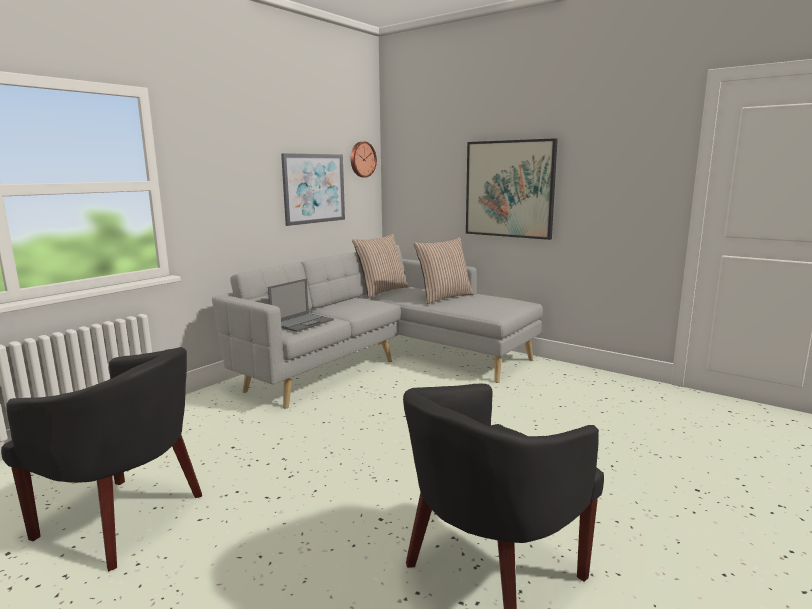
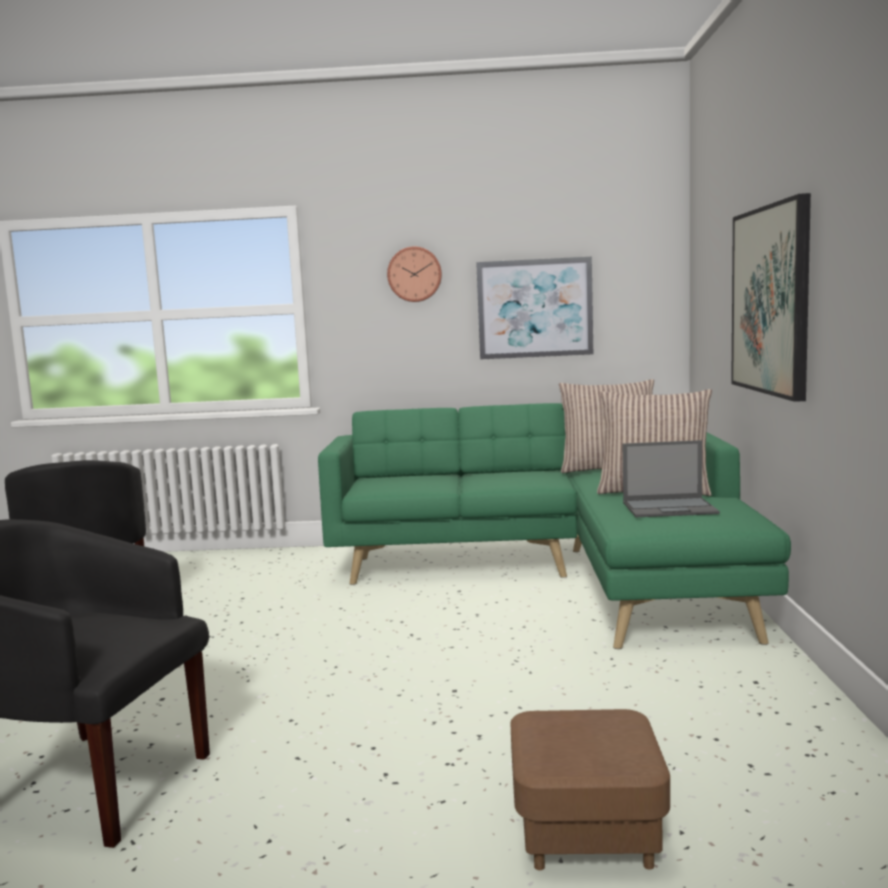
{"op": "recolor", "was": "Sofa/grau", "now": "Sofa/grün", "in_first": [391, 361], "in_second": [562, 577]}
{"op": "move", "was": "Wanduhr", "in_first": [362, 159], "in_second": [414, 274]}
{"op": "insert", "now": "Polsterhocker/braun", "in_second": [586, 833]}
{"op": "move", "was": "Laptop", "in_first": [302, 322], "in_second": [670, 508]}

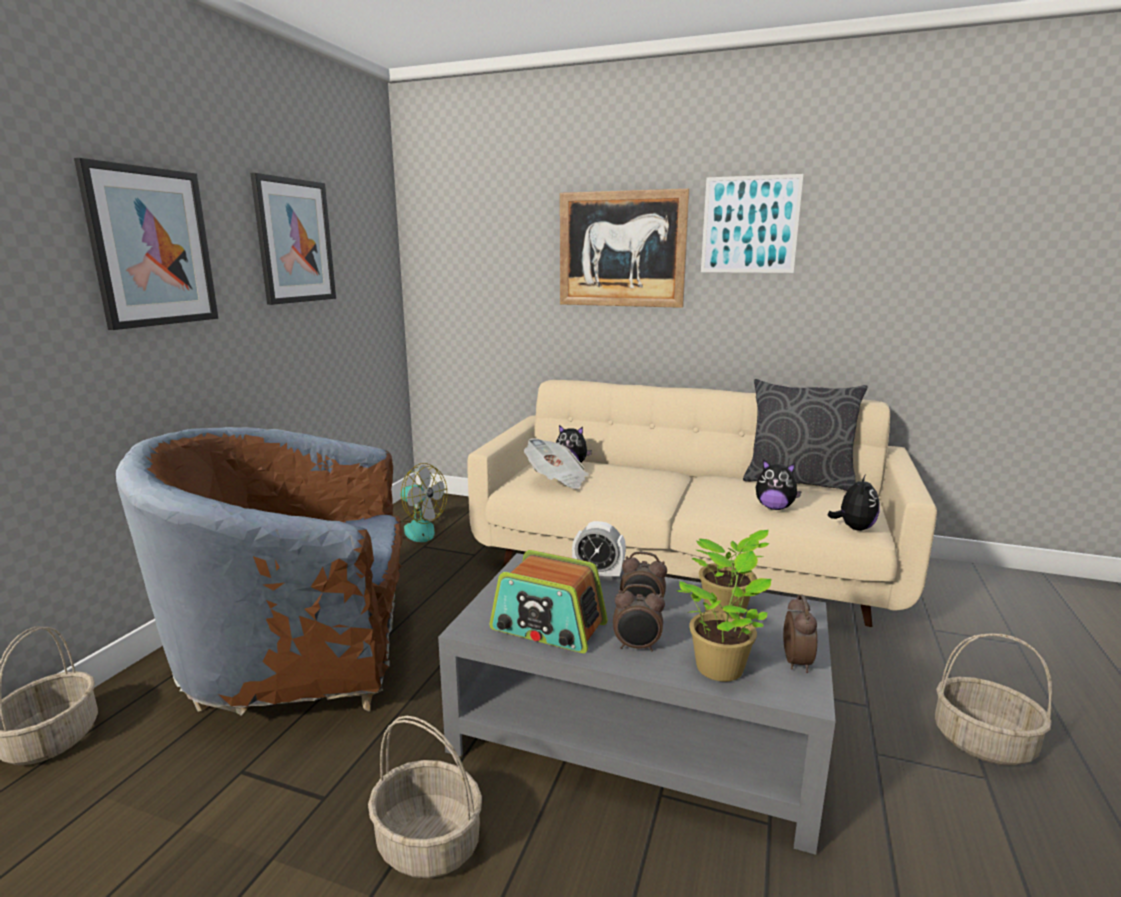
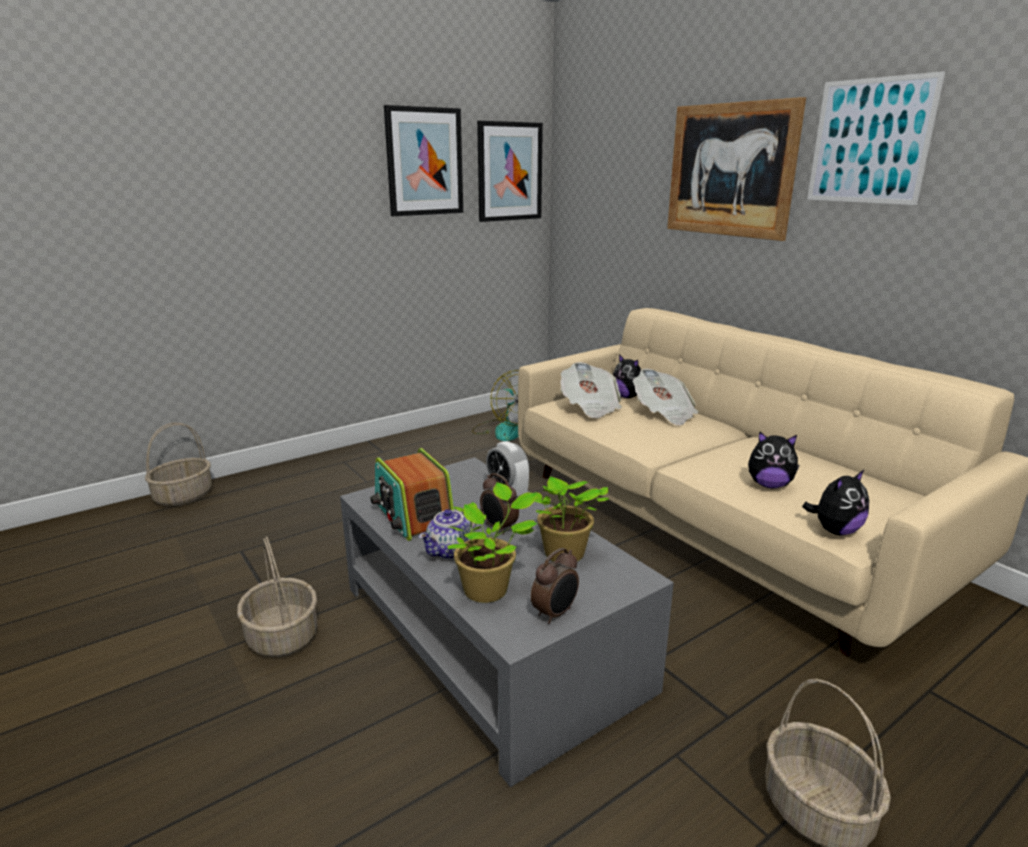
{"op": "replace", "was": "Wecker", "now": "Teekanne", "in_first": [637, 647], "in_second": [450, 551]}
{"op": "move", "was": "Bild", "in_first": [151, 247], "in_second": [509, 172]}
{"op": "insert", "now": "Zeitung", "in_second": [664, 413]}
{"op": "rotate", "was": "Plüschtier", "in_first": [774, 508], "in_second": [769, 485], "clockwise": -45}
{"op": "delete", "was": "Sessel/braun", "in_first": [302, 656]}
{"op": "delete", "was": "Kissen/grau", "in_first": [798, 481]}

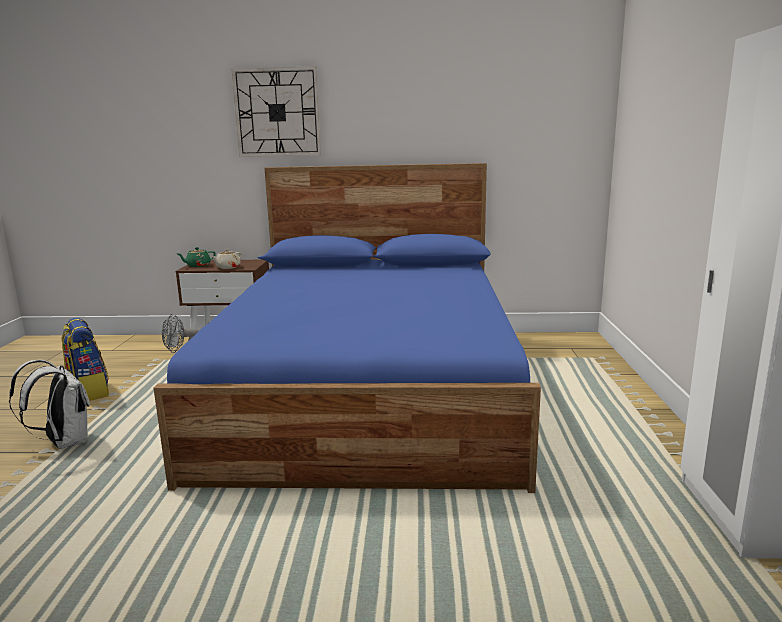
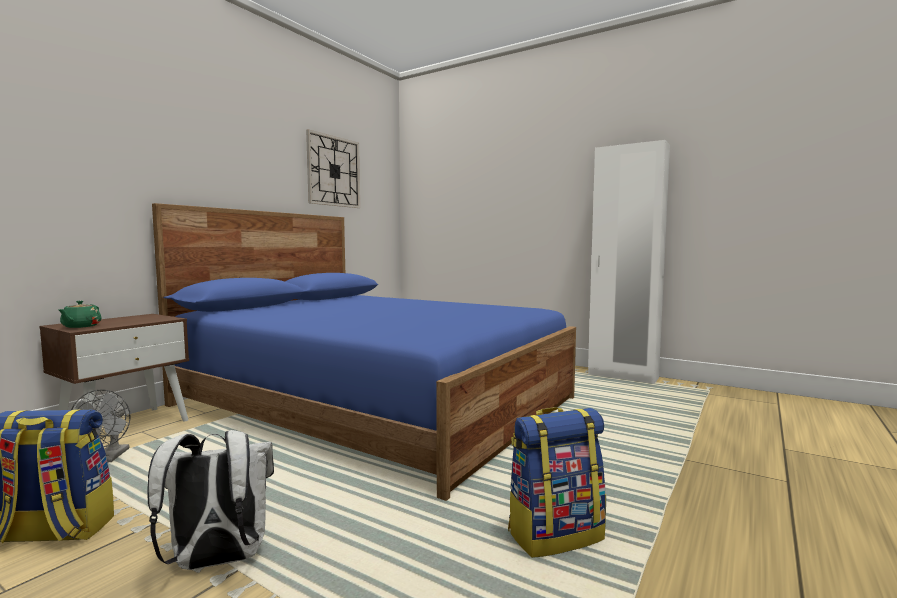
{"op": "move", "was": "Wanduhr", "in_first": [277, 112], "in_second": [333, 171]}
{"op": "insert", "now": "Rucksack", "in_second": [555, 534]}
{"op": "delete", "was": "Teekanne/beige", "in_first": [228, 267]}

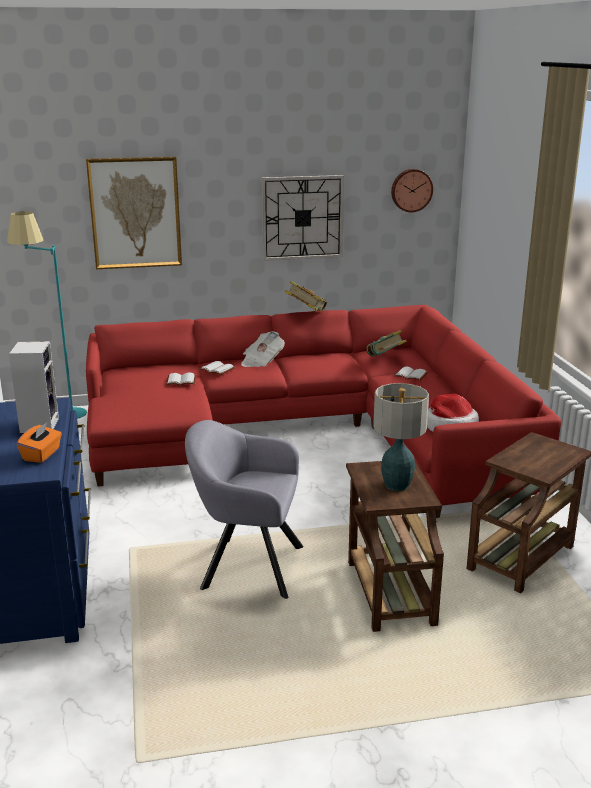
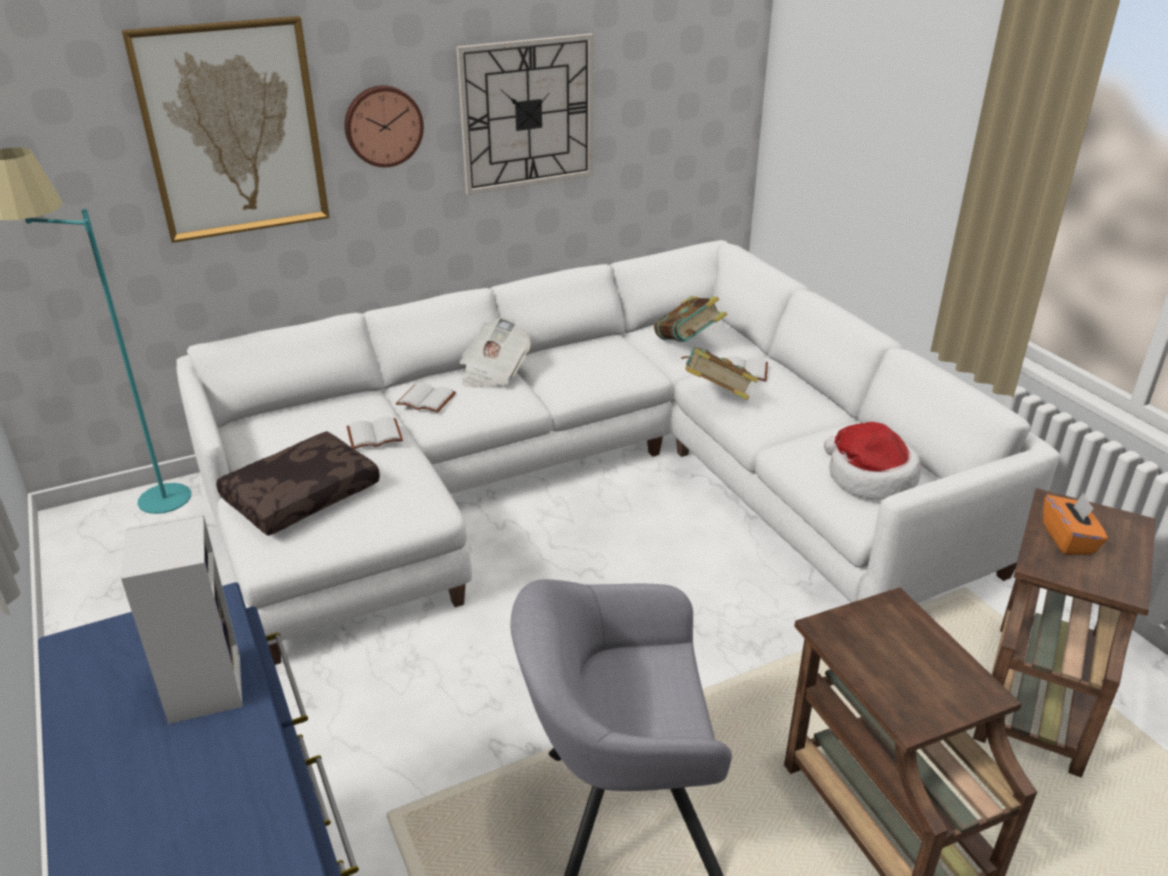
{"op": "recolor", "was": "Sofa/rot", "now": "Sofa/weiß", "in_first": [311, 433], "in_second": [590, 480]}
{"op": "insert", "now": "Kissen/braun", "in_second": [301, 494]}
{"op": "move", "was": "Wanduhr", "in_first": [411, 190], "in_second": [383, 125]}
{"op": "move", "was": "Buch", "in_first": [306, 312], "in_second": [716, 397]}
{"op": "move", "was": "Taschentuchbox/orange", "in_first": [42, 455], "in_second": [1068, 539]}
{"op": "delete", "was": "Tischlampe", "in_first": [396, 485]}

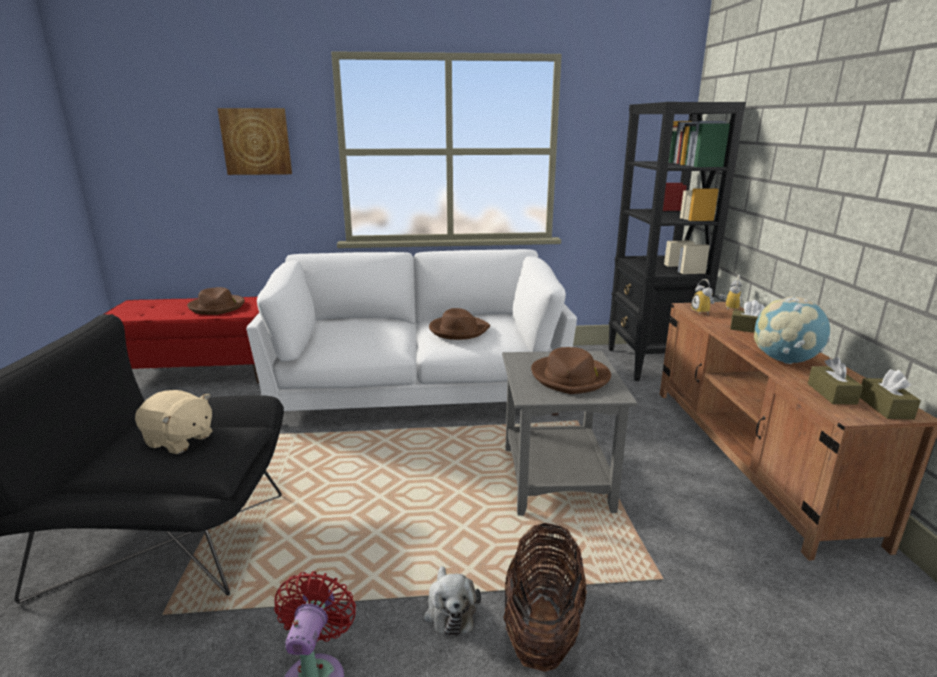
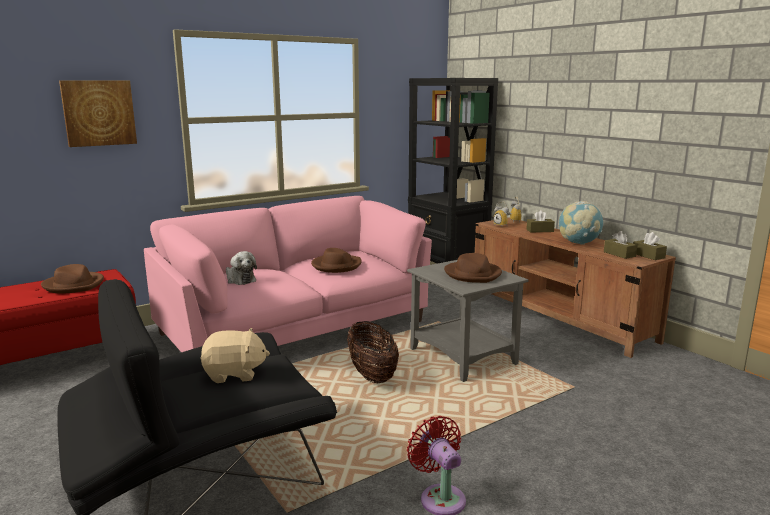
{"op": "recolor", "was": "Sofa/weiß", "now": "Sofa/rosa", "in_first": [418, 389], "in_second": [294, 327]}
{"op": "move", "was": "Plüschtier", "in_first": [449, 610], "in_second": [240, 279]}
{"op": "move", "was": "Korb", "in_first": [542, 627], "in_second": [372, 375]}

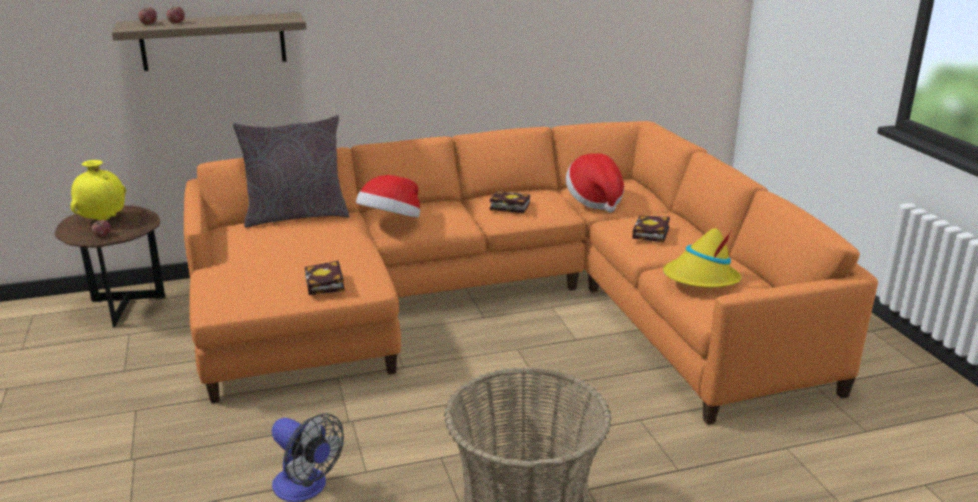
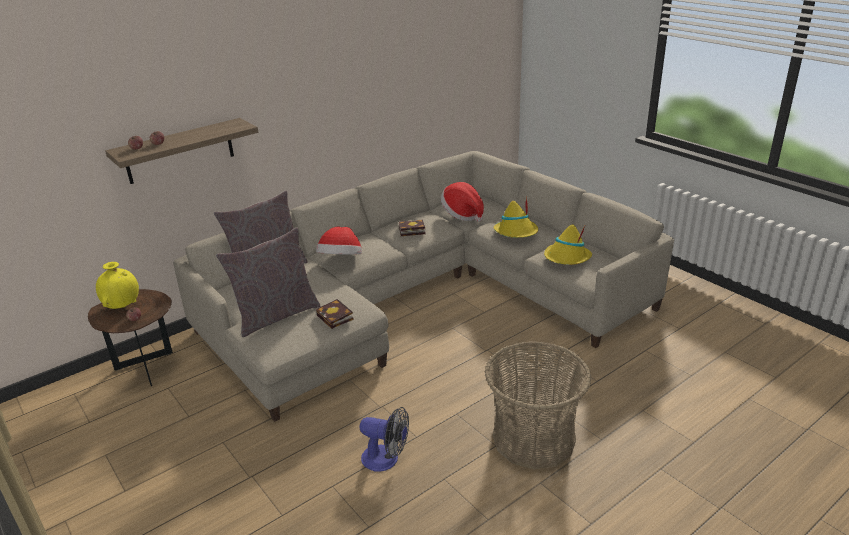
{"op": "recolor", "was": "Sofa/orange", "now": "Sofa/beige", "in_first": [501, 304], "in_second": [420, 298]}
{"op": "insert", "now": "Kissen/grau", "in_second": [276, 315]}
{"op": "replace", "was": "Buch", "now": "Hut/gelb", "in_first": [651, 234], "in_second": [516, 232]}

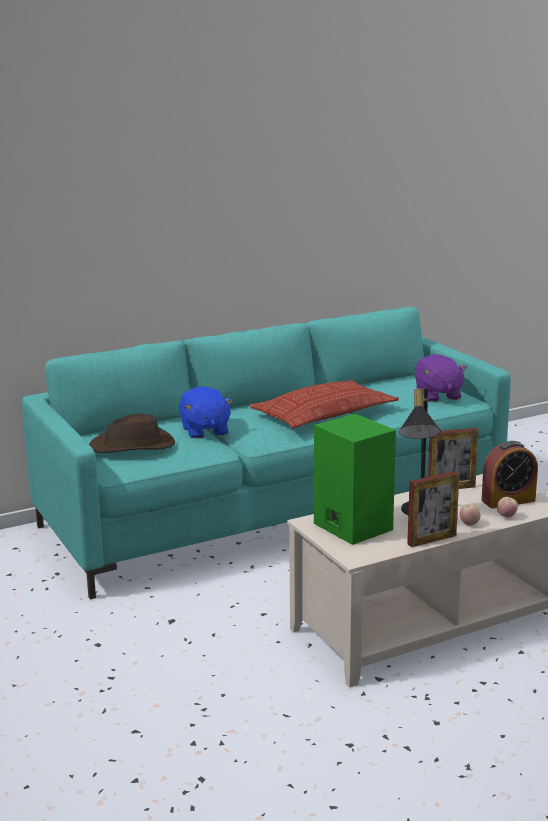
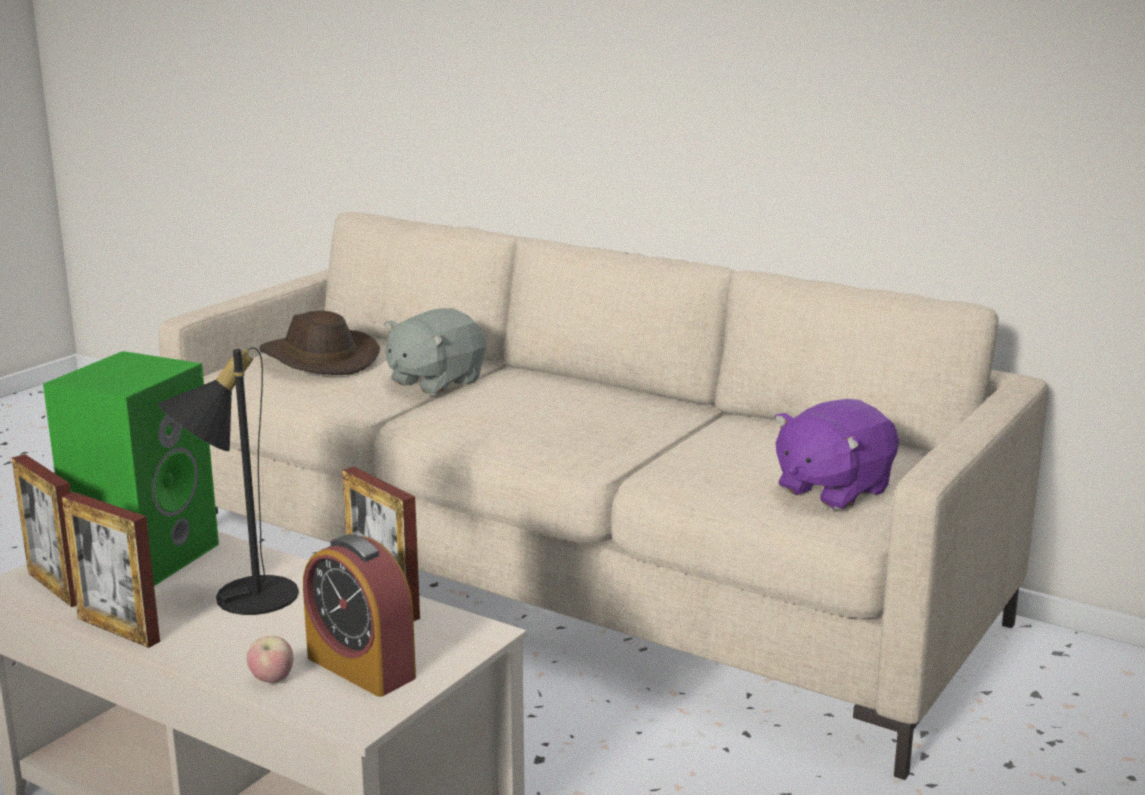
{"op": "insert", "now": "Bilderrahmen", "in_second": [56, 587]}
{"op": "recolor", "was": "Sofa/türkis", "now": "Sofa/beige", "in_first": [275, 511], "in_second": [573, 581]}
{"op": "recolor", "was": "Plüschtier/blau", "now": "Plüschtier/grau", "in_first": [204, 431], "in_second": [434, 382]}
{"op": "delete", "was": "Kissen", "in_first": [324, 414]}
{"op": "delete", "was": "Apfel", "in_first": [469, 524]}

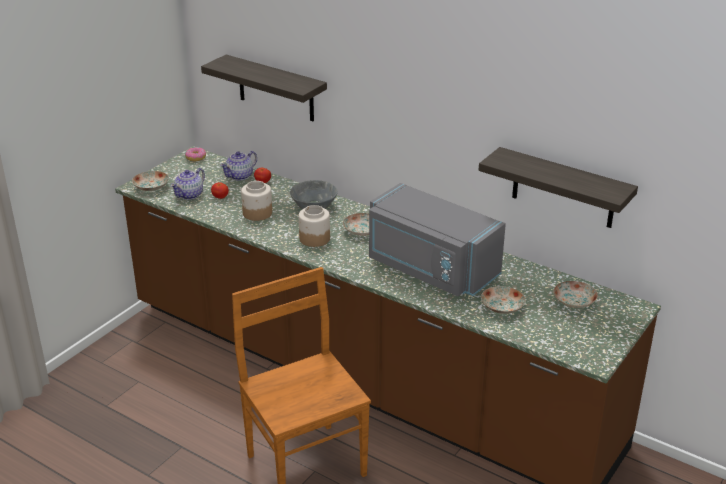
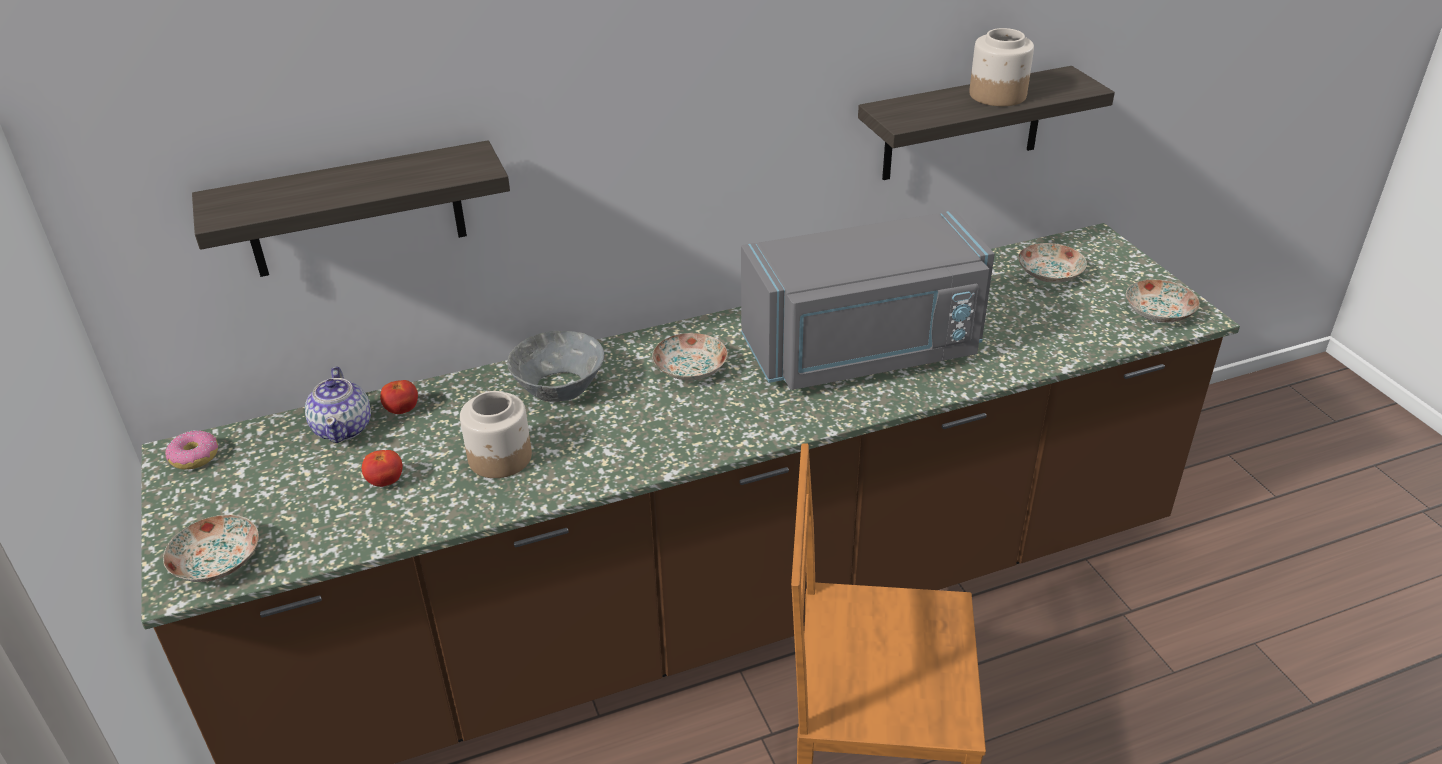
{"op": "move", "was": "Vorratsglas", "in_first": [314, 238], "in_second": [997, 95]}
{"op": "move", "was": "Teller", "in_first": [501, 307], "in_second": [1158, 313]}
{"op": "delete", "was": "Teekanne", "in_first": [190, 195]}

